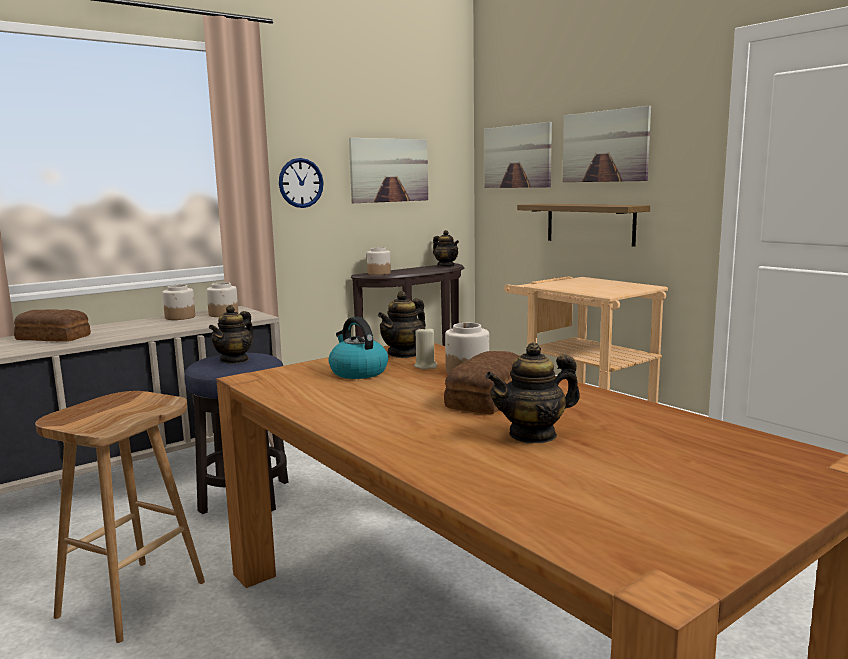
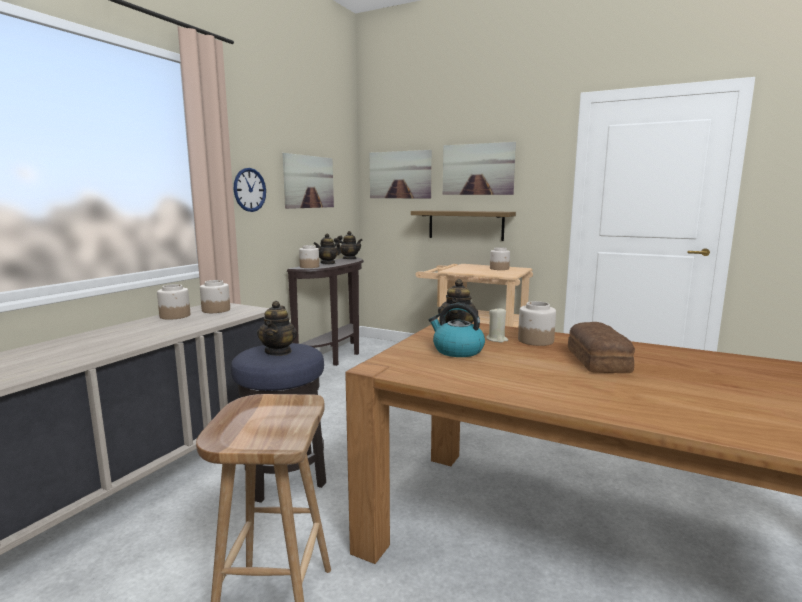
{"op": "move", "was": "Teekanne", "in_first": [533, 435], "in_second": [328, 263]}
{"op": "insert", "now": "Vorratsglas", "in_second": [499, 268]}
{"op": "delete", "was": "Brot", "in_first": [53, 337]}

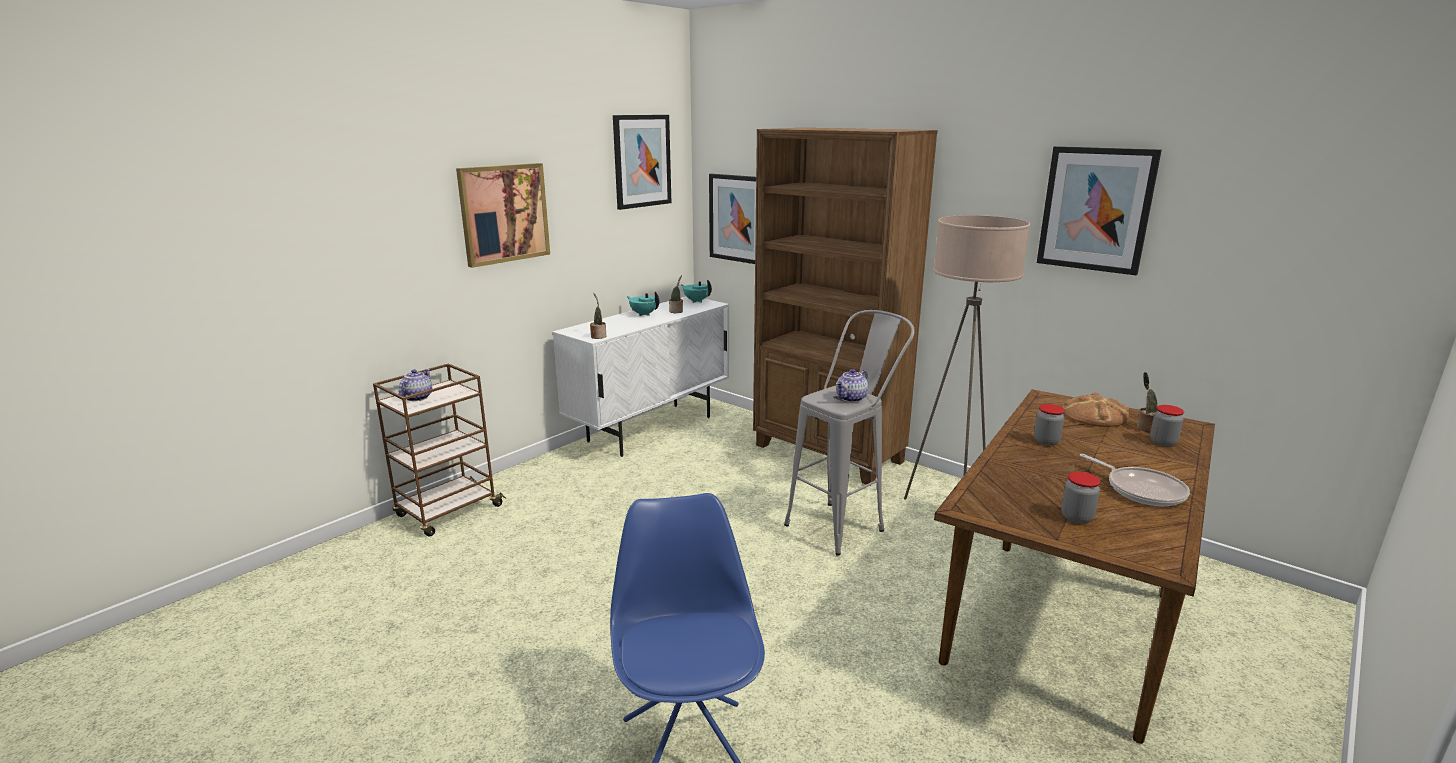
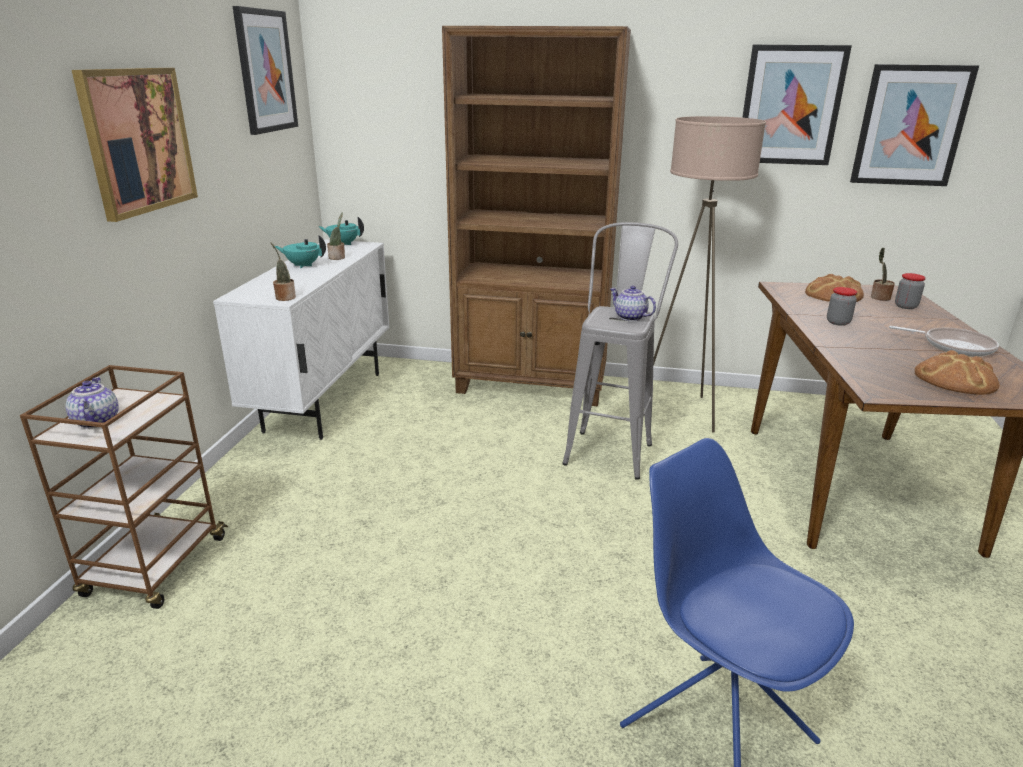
{"op": "rotate", "was": "Teekanne", "in_first": [851, 399], "in_second": [629, 317], "clockwise": 120}
{"op": "move", "was": "Bild", "in_first": [737, 218], "in_second": [910, 126]}
{"op": "replace", "was": "Vorratsglas", "now": "Brot", "in_first": [1076, 517], "in_second": [955, 379]}

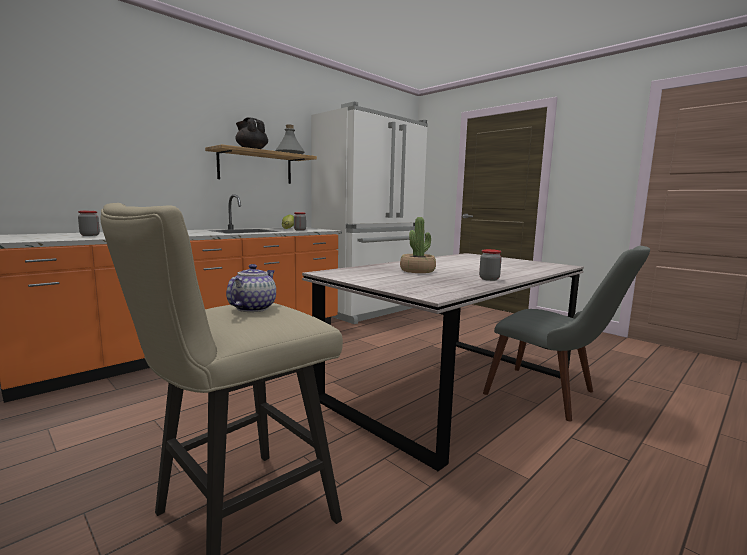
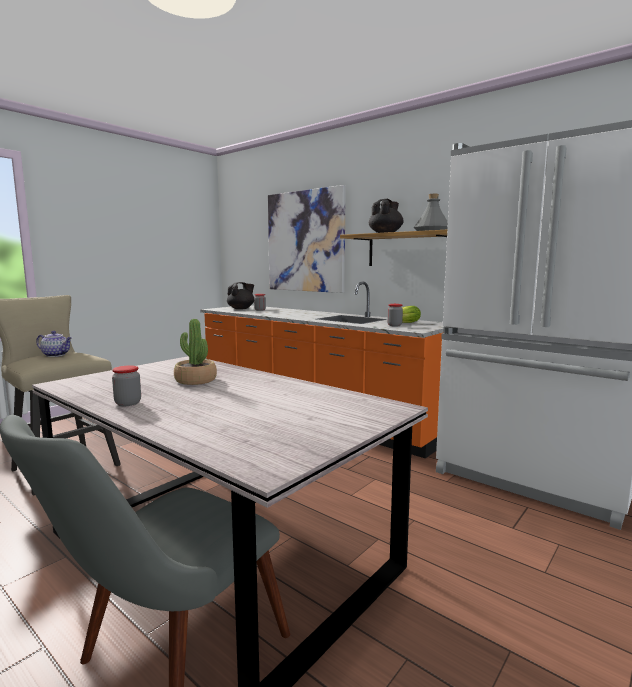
{"op": "insert", "now": "Teekanne/schwarz", "in_second": [241, 308]}
{"op": "insert", "now": "Bild", "in_second": [305, 241]}

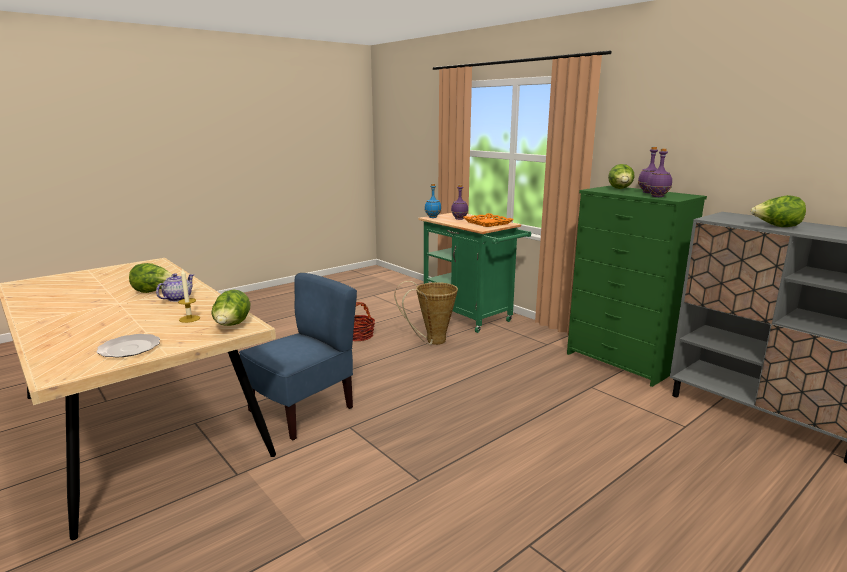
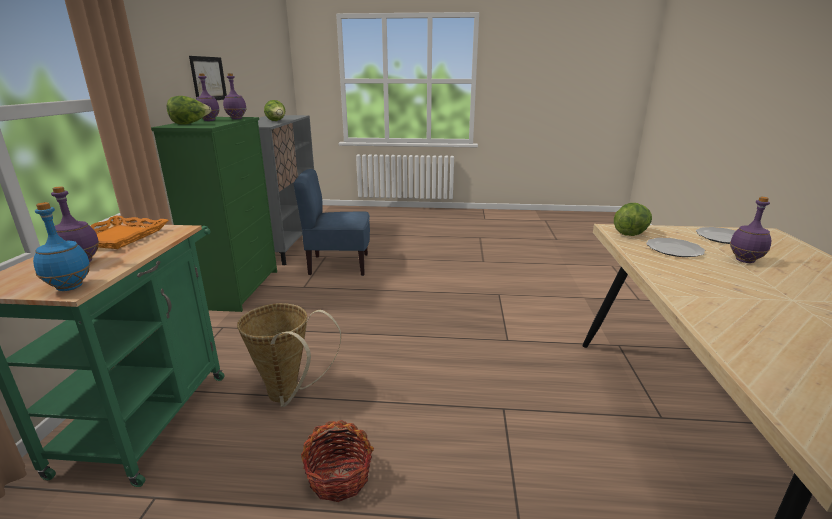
{"op": "insert", "now": "Bild", "in_second": [208, 79]}
{"op": "move", "was": "Stuhl/blau", "in_first": [302, 410], "in_second": [339, 265]}
{"op": "replace", "was": "Kerze", "now": "Teller", "in_first": [189, 319], "in_second": [675, 250]}
{"op": "insert", "now": "Flasche/lila", "in_second": [744, 261]}
{"op": "delete", "was": "Salatkopf", "in_first": [153, 291]}
{"op": "delete", "was": "Teekanne", "in_first": [177, 299]}

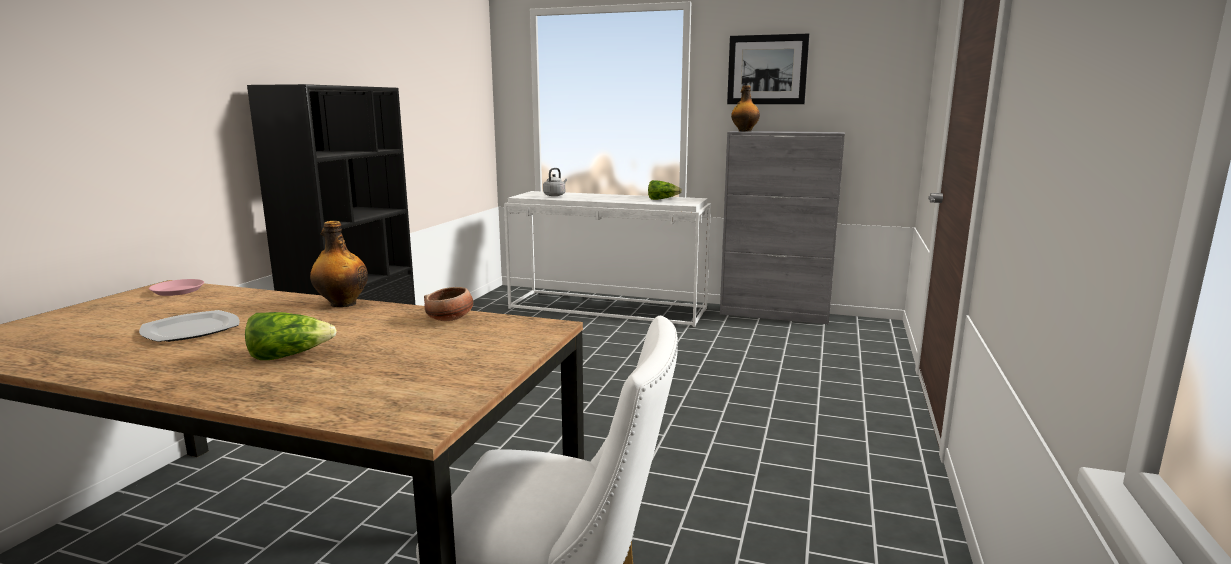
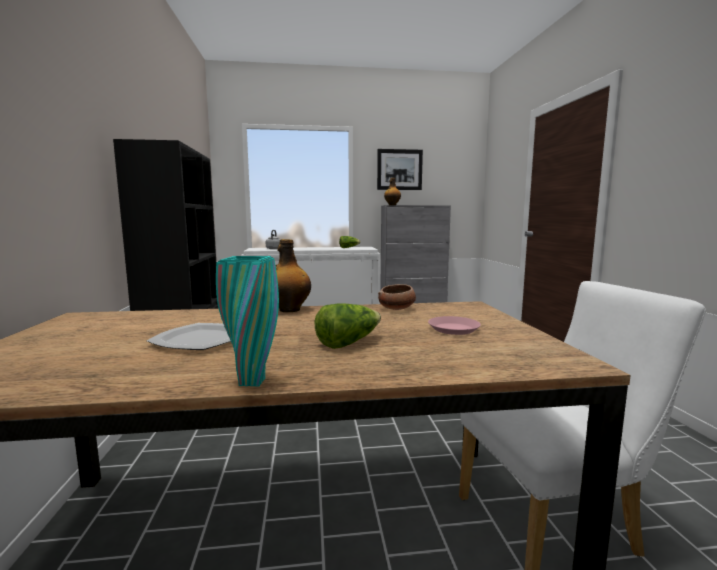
{"op": "insert", "now": "Vase/türkis", "in_second": [252, 381]}
{"op": "move", "was": "Teller/rosa", "in_first": [177, 291], "in_second": [454, 329]}

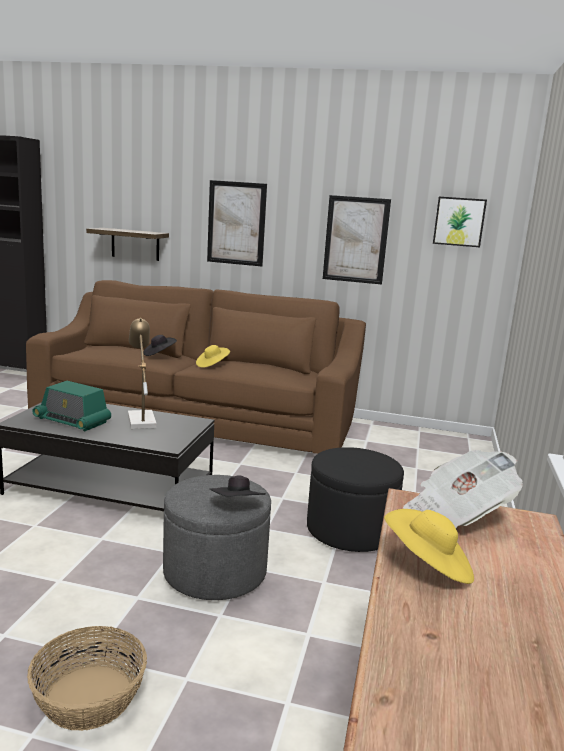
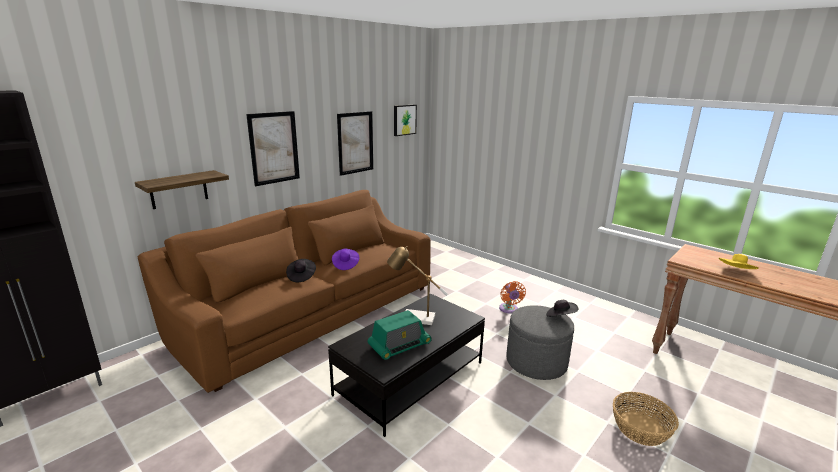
{"op": "recolor", "was": "Hut/gelb", "now": "Hut/lila", "in_first": [212, 365], "in_second": [345, 265]}
{"op": "replace", "was": "Polsterhocker/schwarz", "now": "Ventilator/orange", "in_first": [350, 530], "in_second": [509, 309]}
{"op": "delete", "was": "Zeitung", "in_first": [456, 514]}

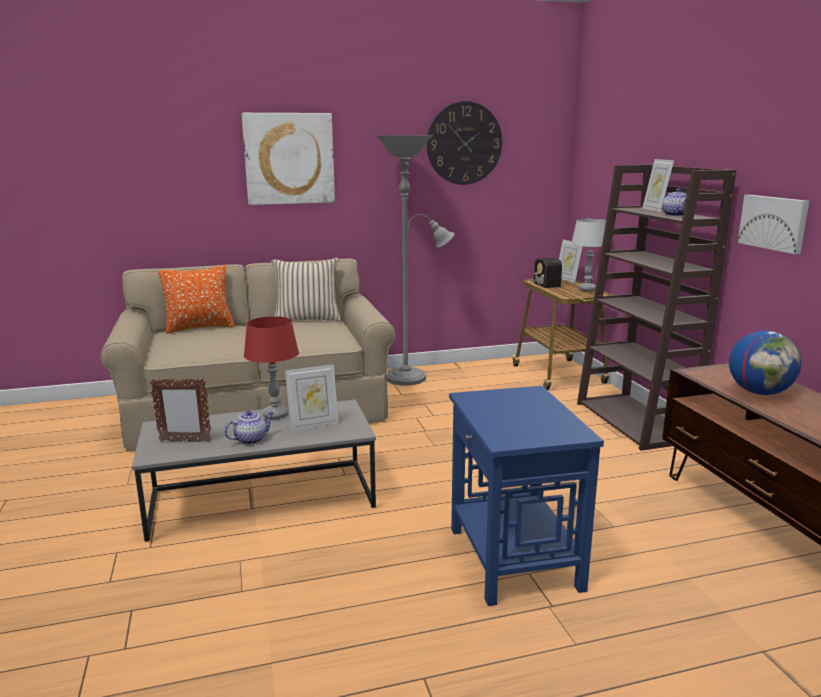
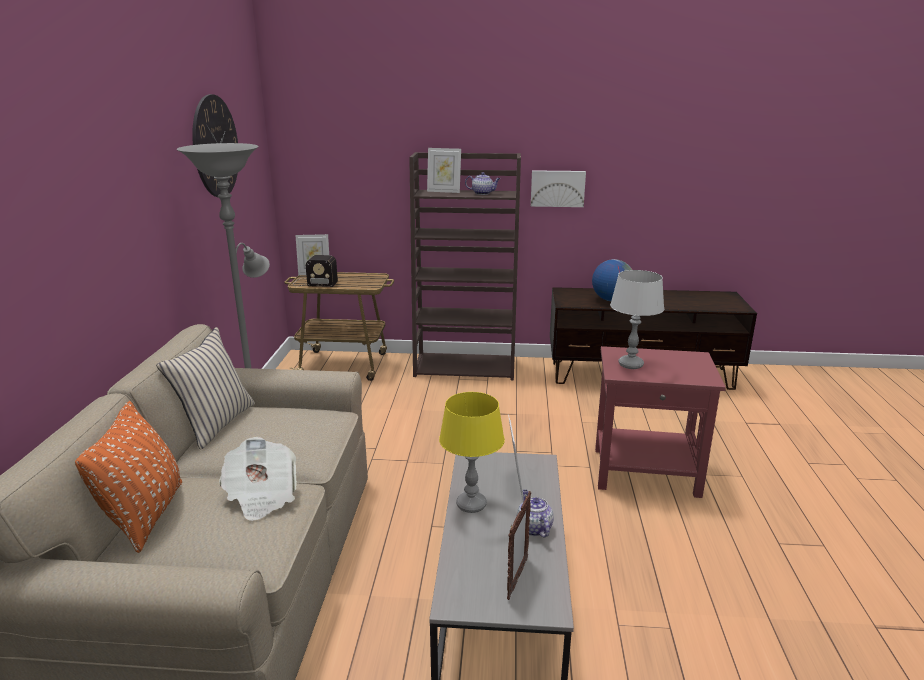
{"op": "insert", "now": "Zeitung", "in_second": [261, 495]}
{"op": "recolor", "was": "Tischlampe/rot", "now": "Tischlampe/gelb", "in_first": [276, 415], "in_second": [471, 504]}
{"op": "recolor", "was": "Beistelltisch/blau", "now": "Beistelltisch/rot", "in_first": [512, 558], "in_second": [645, 472]}
{"op": "move", "was": "Tischlampe/grau", "in_first": [586, 289], "in_second": [630, 365]}
{"op": "delete", "was": "Bild", "in_first": [289, 159]}

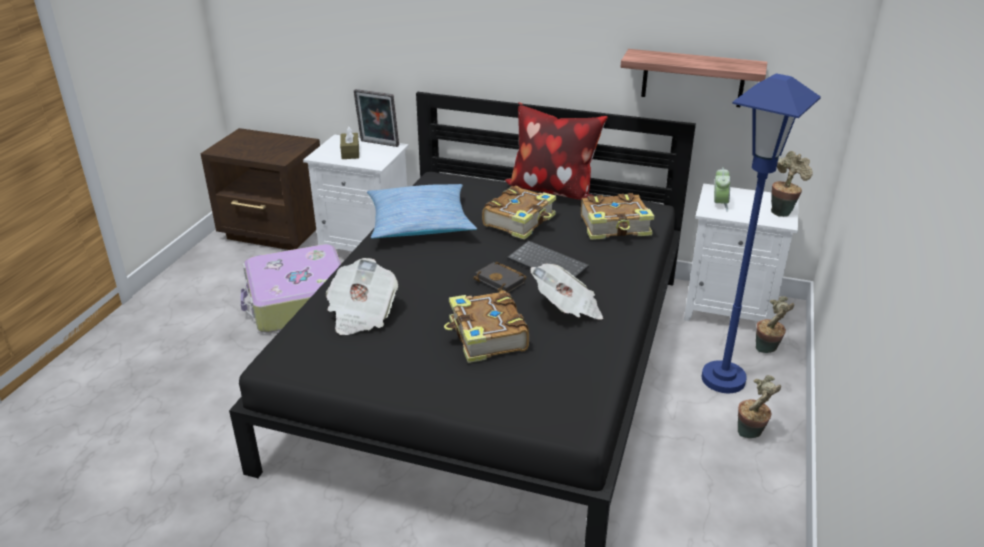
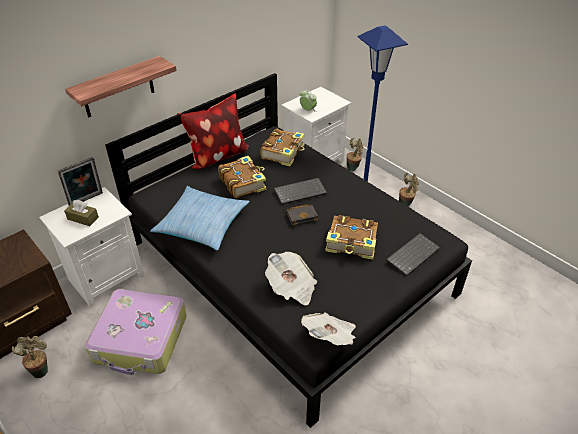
{"op": "move", "was": "Topfpflanze", "in_first": [782, 211], "in_second": [40, 370]}
{"op": "move", "was": "Wandregal", "in_first": [693, 78], "in_second": [118, 88]}
{"op": "move", "was": "Zeitung", "in_first": [567, 308], "in_second": [330, 337]}
{"op": "insert", "now": "Tastatur", "in_second": [412, 254]}

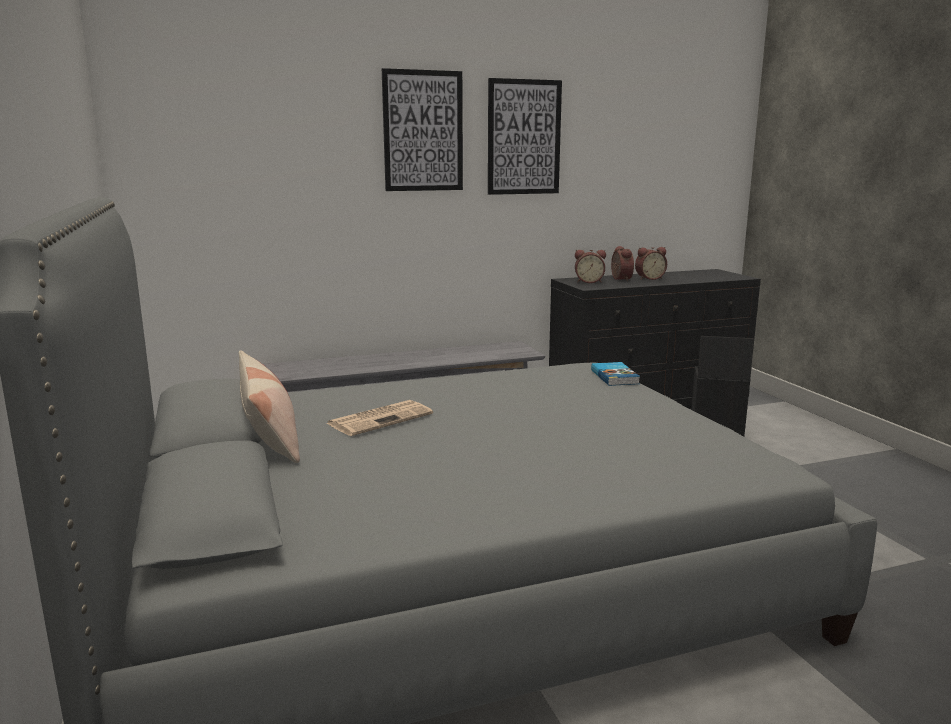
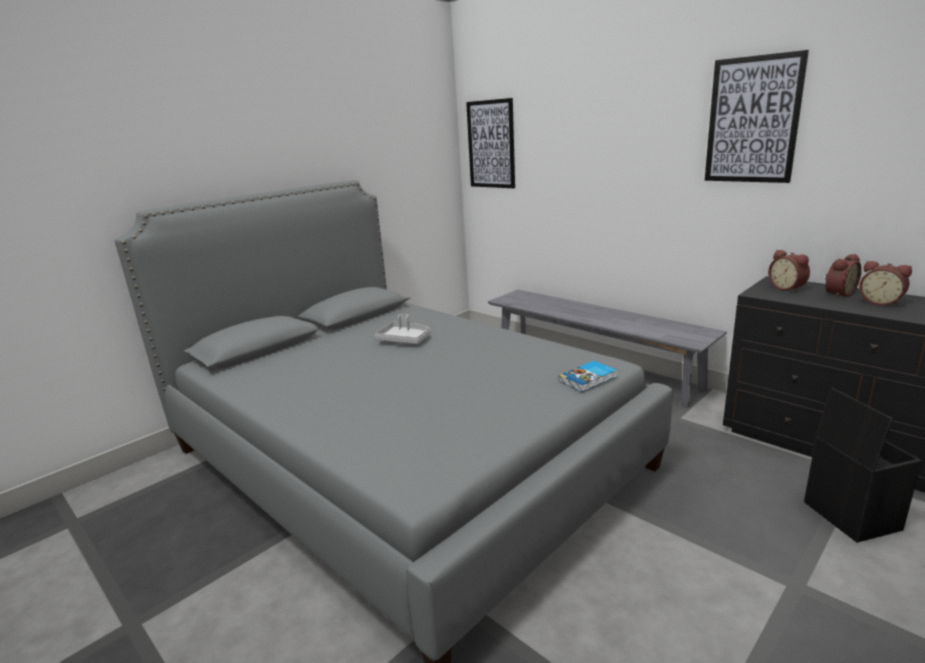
{"op": "replace", "was": "Zeitung", "now": "Tablett/grau", "in_first": [381, 418], "in_second": [405, 339]}
{"op": "move", "was": "Bild", "in_first": [423, 131], "in_second": [491, 144]}
{"op": "delete", "was": "Kissen", "in_first": [269, 437]}

